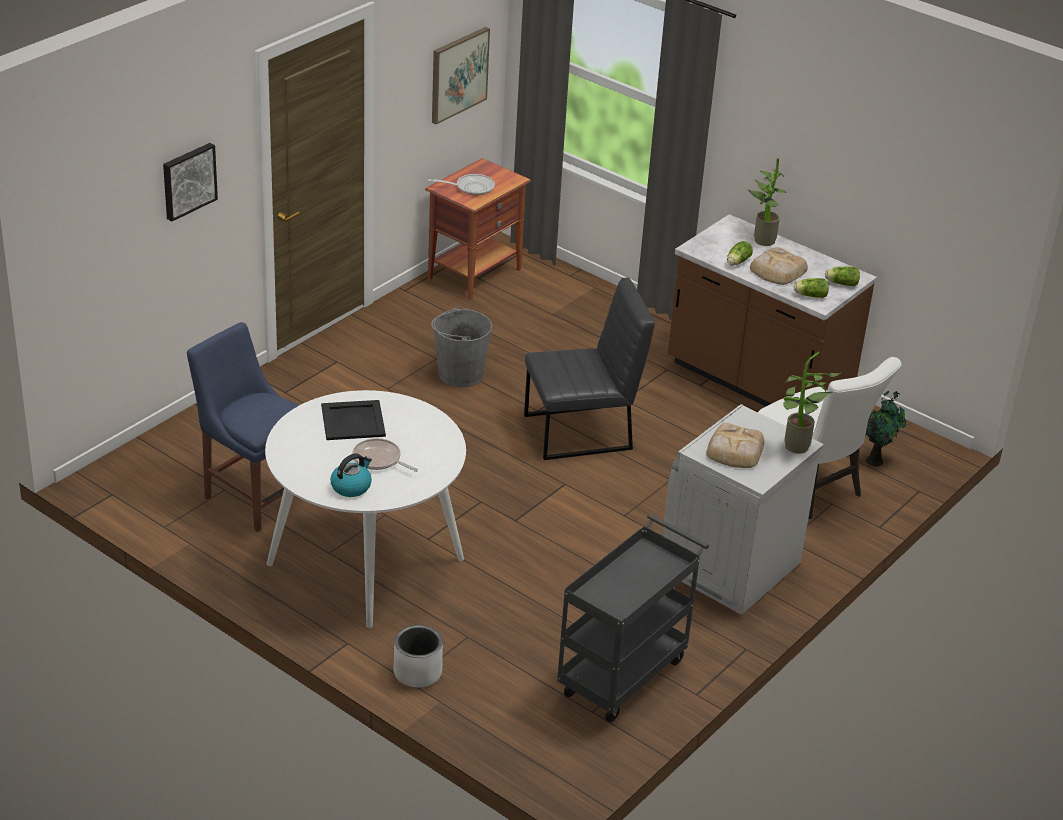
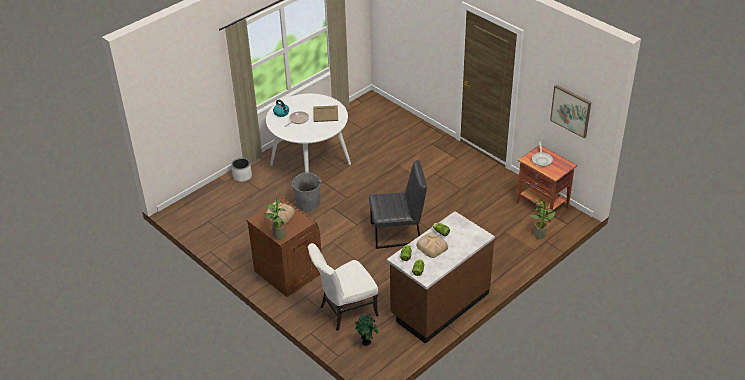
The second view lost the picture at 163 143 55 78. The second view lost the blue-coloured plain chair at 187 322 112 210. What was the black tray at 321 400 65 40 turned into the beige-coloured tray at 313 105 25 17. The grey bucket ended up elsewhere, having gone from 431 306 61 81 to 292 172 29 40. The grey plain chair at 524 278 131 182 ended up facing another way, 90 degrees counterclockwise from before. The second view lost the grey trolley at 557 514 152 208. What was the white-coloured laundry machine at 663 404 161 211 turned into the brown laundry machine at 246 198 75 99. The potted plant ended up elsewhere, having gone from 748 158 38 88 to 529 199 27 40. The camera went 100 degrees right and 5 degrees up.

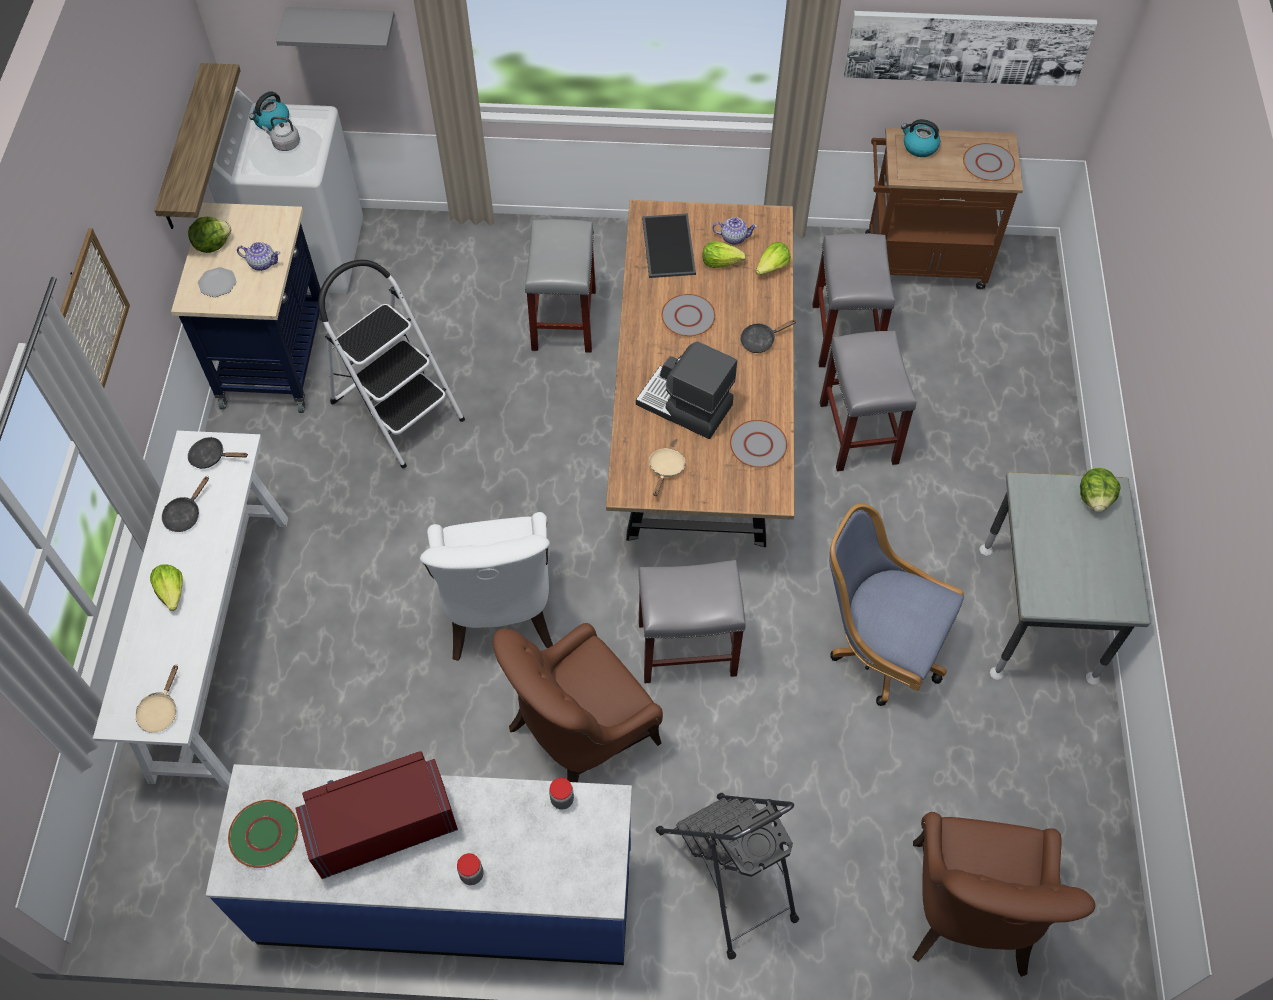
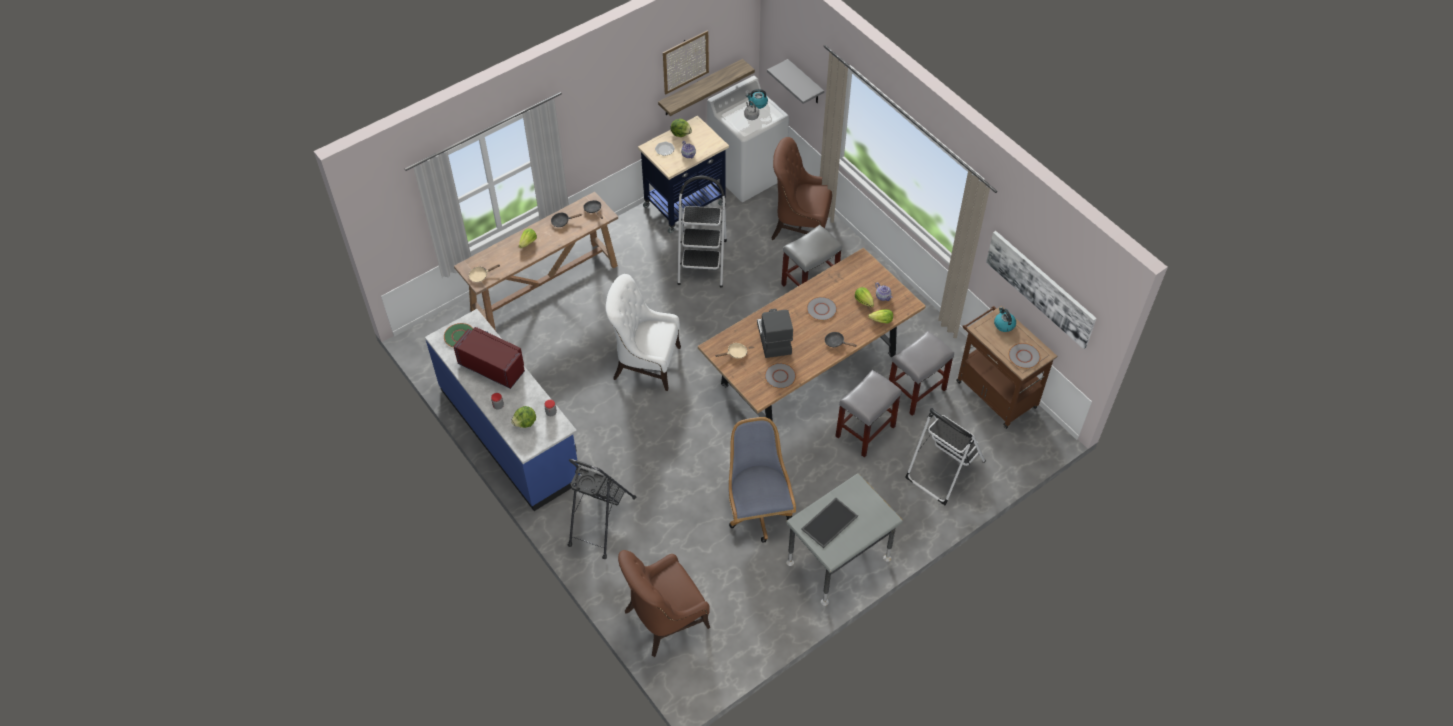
The picture ended up elsewhere, having gone from 60 228 70 160 to 663 30 46 65. What was the white-coloured narrow table at 93 431 195 357 turned into the brown narrow table at 454 192 164 139. The white-coloured plain chair at 420 512 133 149 ended up facing another way, 60 degrees clockwise from before. The brown plain chair ended up elsewhere, having gone from 493 623 170 159 to 772 137 60 103. The second view lost the grey stool at 638 560 108 123. The tray ended up elsewhere, having gone from 642 213 54 65 to 801 498 57 50. The lettuce ended up elsewhere, having gone from 1080 468 41 44 to 511 406 25 22. The second view gained the stepladder at 905 408 81 97. The camera went 50 degrees right and 5 degrees down.

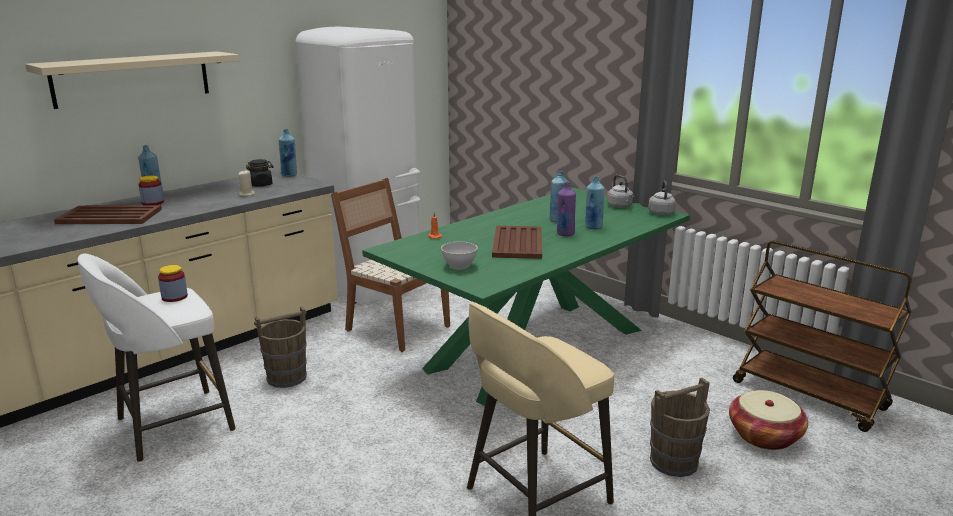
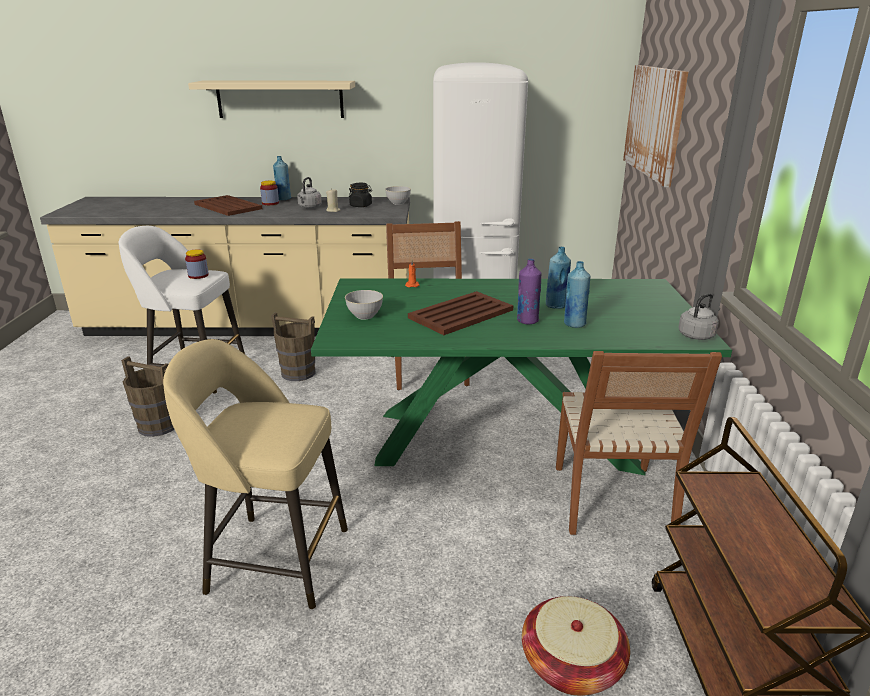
Where the blue-coloured beverage bottle stood at 279 129 18 47, the grey bowl came to stand at 385 186 26 19. The grey water kettle ended up elsewhere, having gone from 607 175 27 33 to 297 177 25 32. The brown bucket ended up elsewhere, having gone from 650 378 60 99 to 121 356 53 81. The second view gained the plain chair at 556 351 166 184. The second view gained the picture at 623 65 65 122. The camera went 45 degrees right and 5 degrees up.

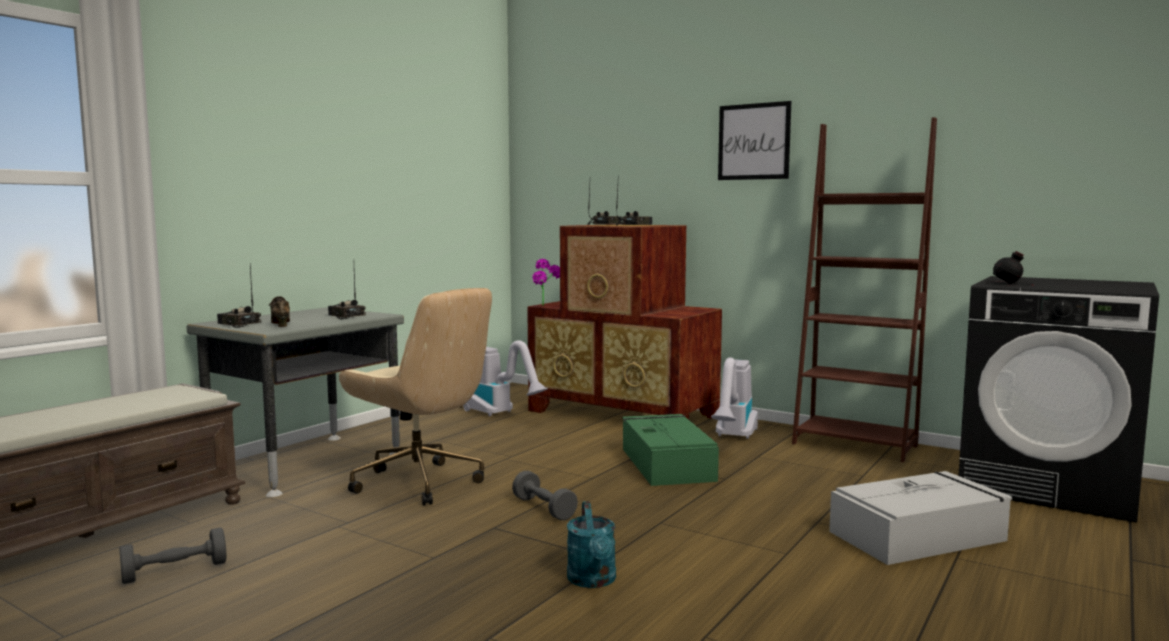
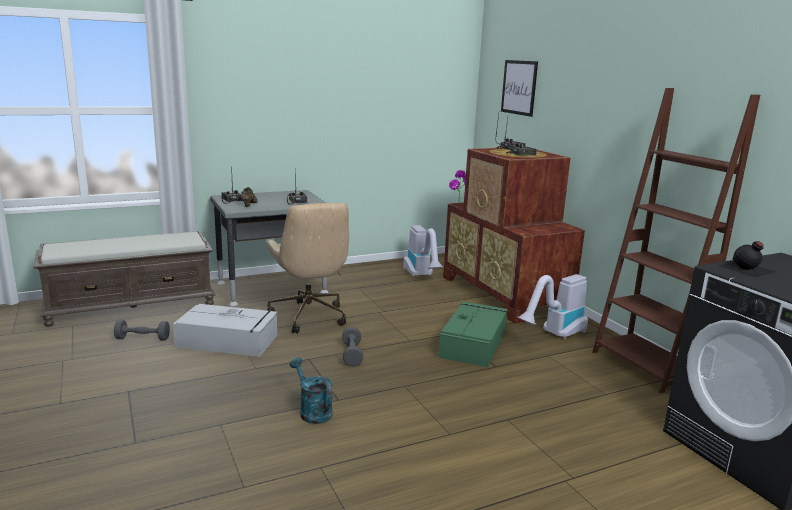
The blue-green watering can at 567 501 49 87 ended up facing another way, 120 degrees clockwise from before. The picture ended up elsewhere, having gone from 718 101 73 79 to 501 60 37 57. The grey storage box ended up elsewhere, having gone from 829 471 183 94 to 173 304 105 53. The camera went 30 degrees right and 10 degrees up.

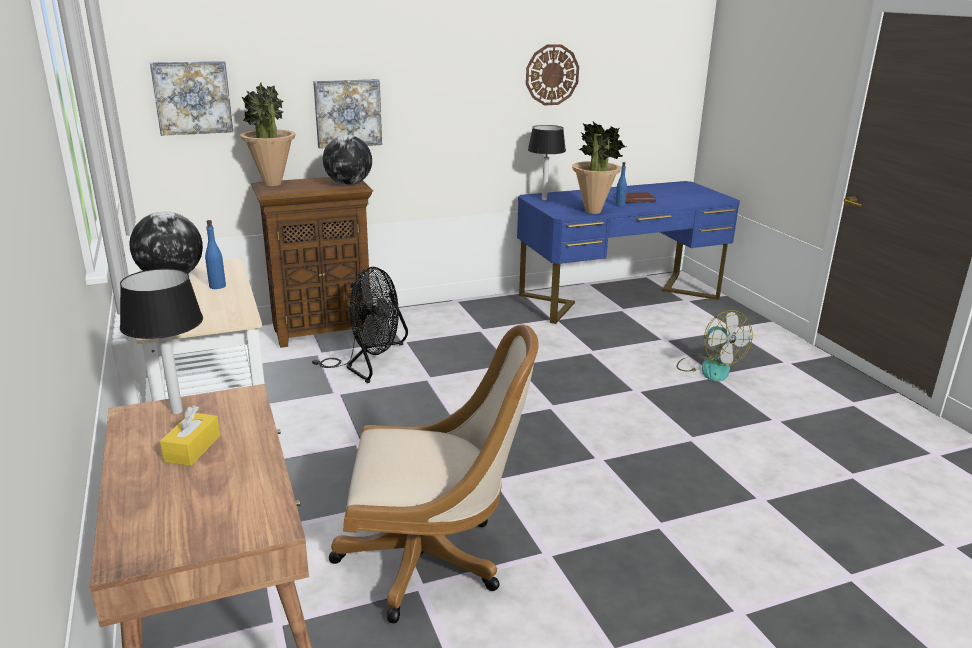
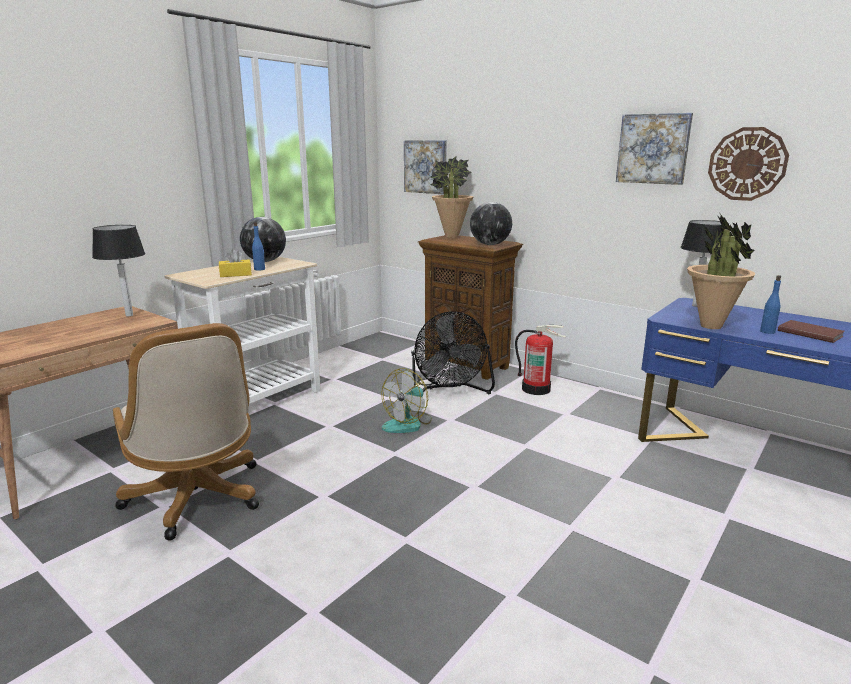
The yellow tissue holder ended up elsewhere, having gone from 160 405 60 61 to 219 249 33 28. The picture ended up elsewhere, having gone from 313 79 69 70 to 616 113 77 72. The electric fan ended up elsewhere, having gone from 677 310 76 71 to 381 368 51 65. The second view gained the extinguisher at 515 325 51 70. The camera went 60 degrees right and 5 degrees down.

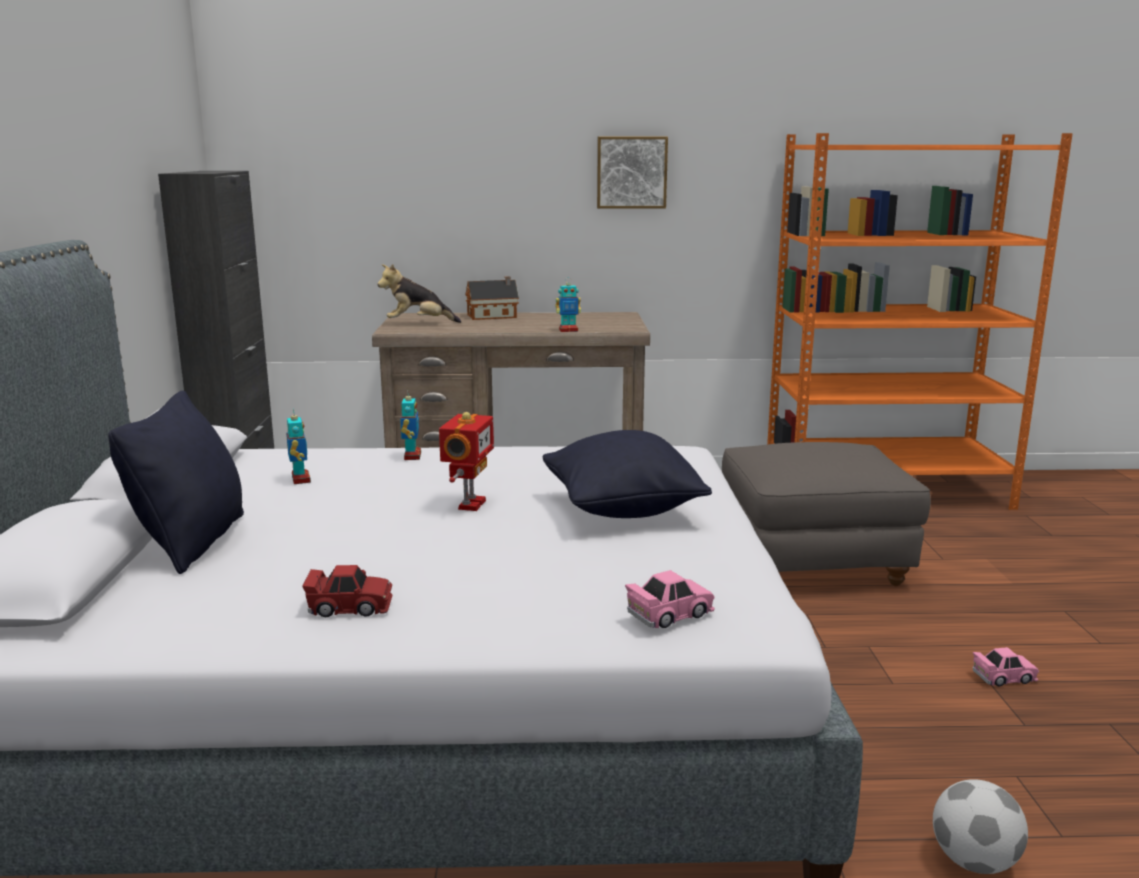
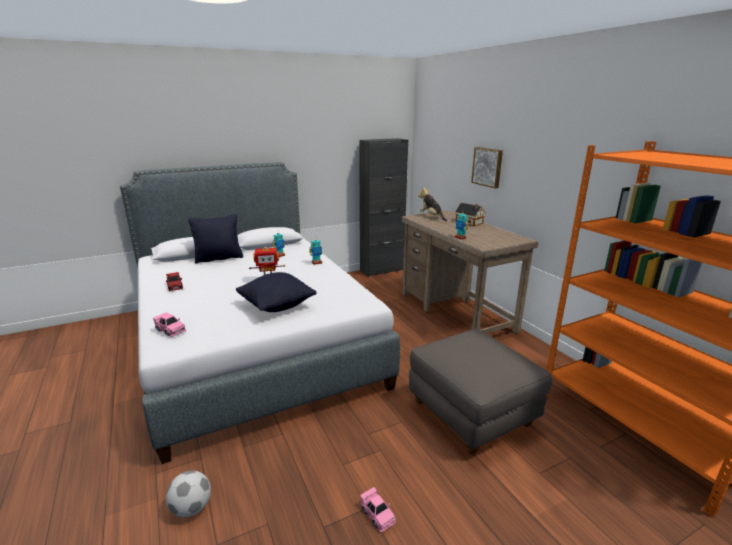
The picture ended up elsewhere, having gone from 597 137 71 72 to 471 147 32 41. The camera went 65 degrees right and 5 degrees up.

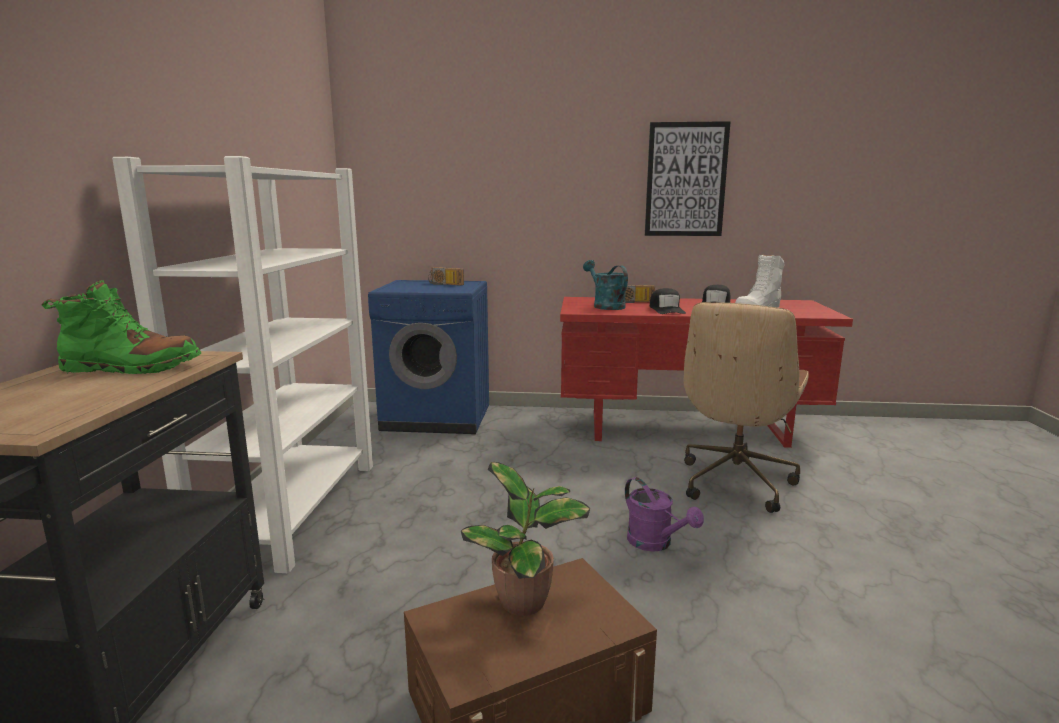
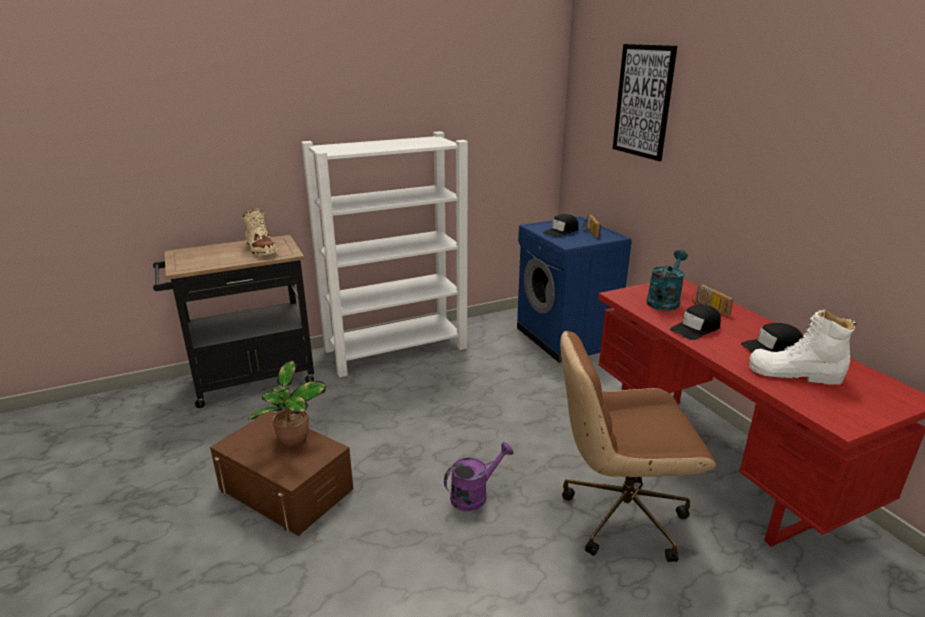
What was the greenish boot at 42 280 159 94 turned into the beige-coloured boot at 241 209 37 48. The purple watering can at 625 477 79 75 ended up facing another way, 150 degrees counterclockwise from before. The picture ended up elsewhere, having gone from 645 121 86 115 to 613 44 64 117. The second view gained the black cap at 543 214 35 23. The camera went 60 degrees right and 10 degrees up.

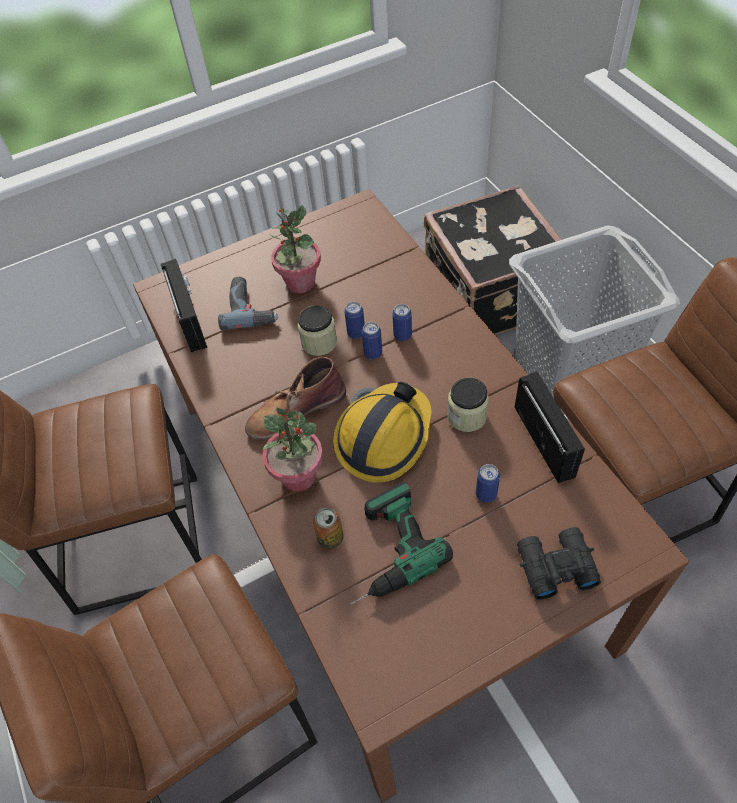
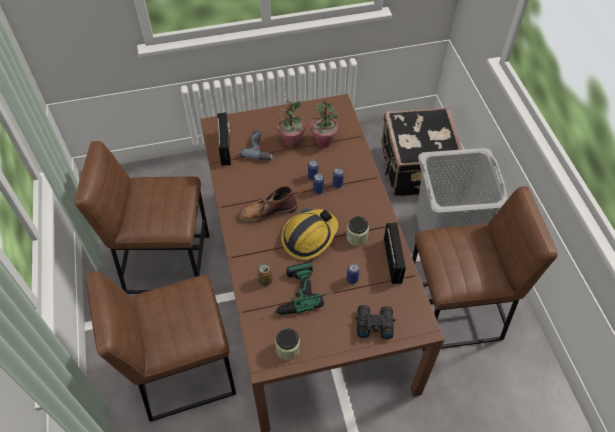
The potted plant ended up elsewhere, having gone from 262 408 61 83 to 311 100 27 47. The jar ended up elsewhere, having gone from 298 305 39 51 to 275 328 25 32. The camera went 10 degrees right and 0 degrees up.

